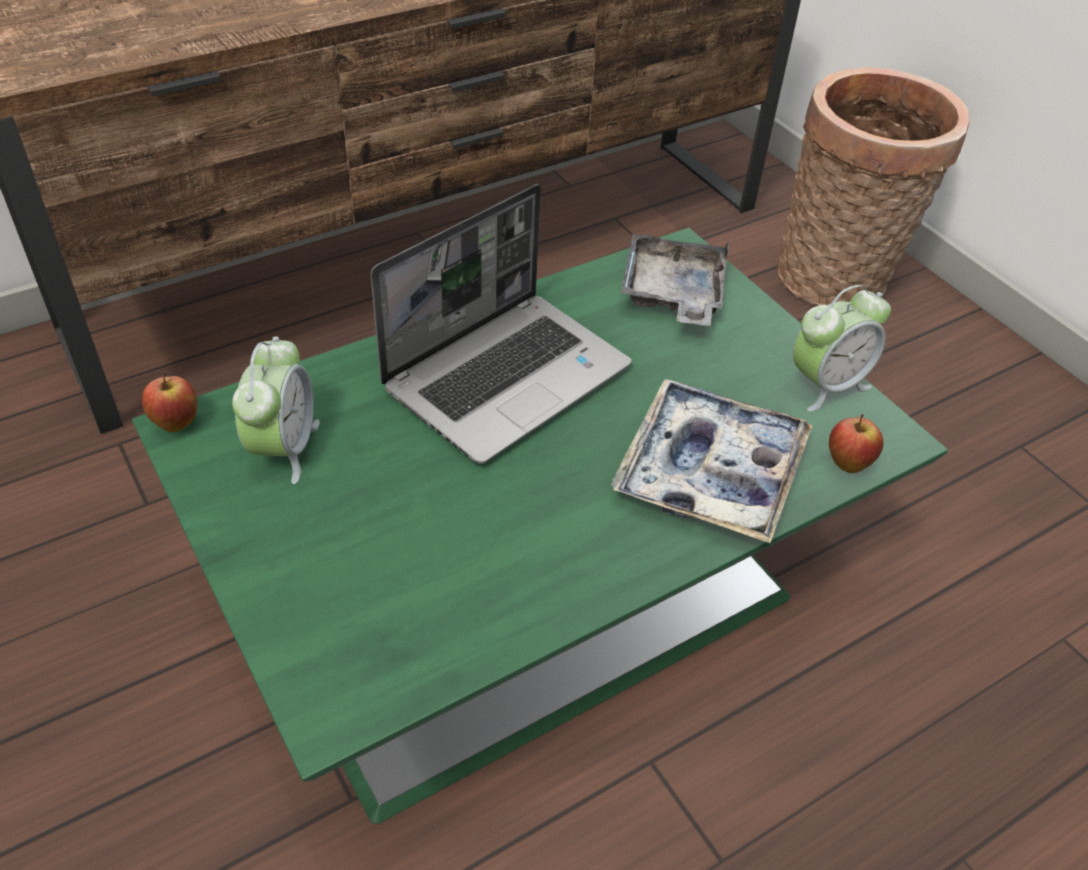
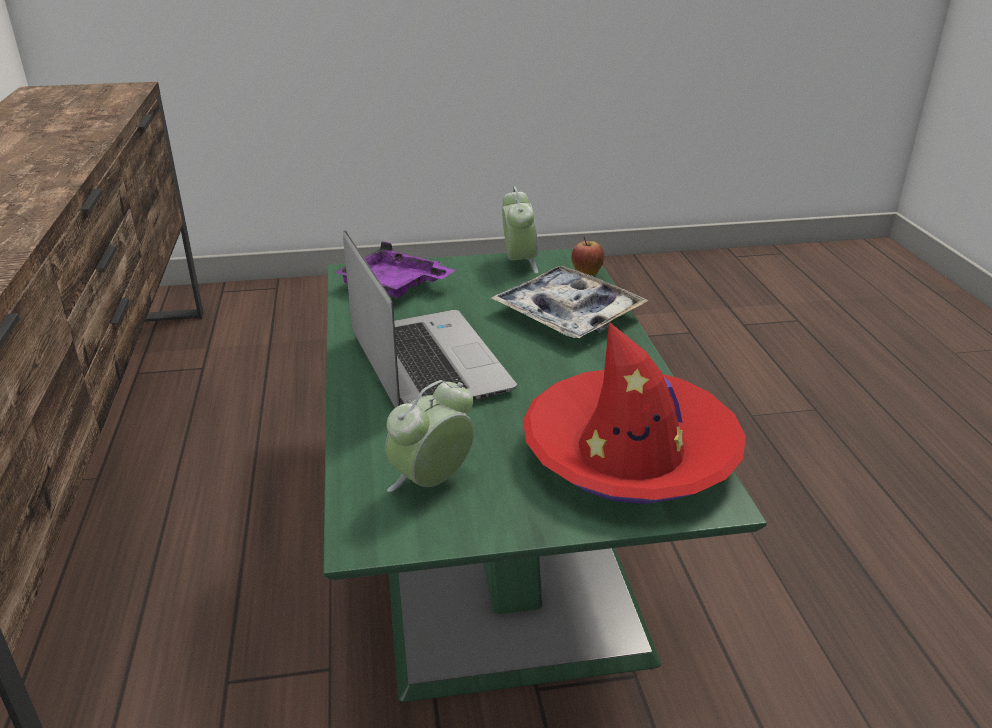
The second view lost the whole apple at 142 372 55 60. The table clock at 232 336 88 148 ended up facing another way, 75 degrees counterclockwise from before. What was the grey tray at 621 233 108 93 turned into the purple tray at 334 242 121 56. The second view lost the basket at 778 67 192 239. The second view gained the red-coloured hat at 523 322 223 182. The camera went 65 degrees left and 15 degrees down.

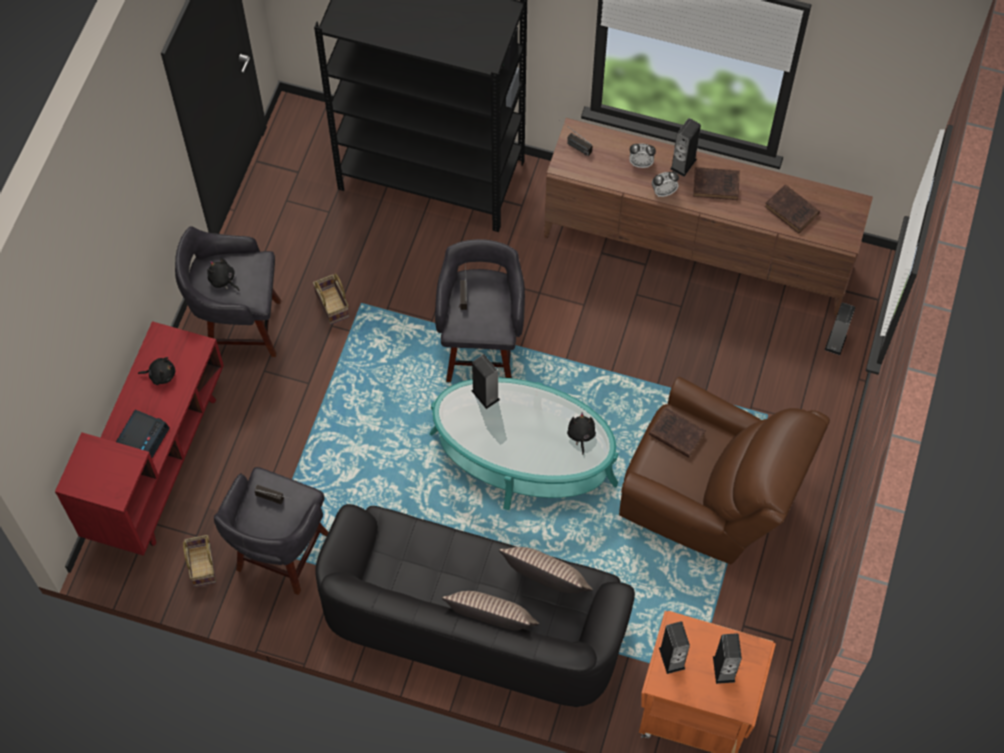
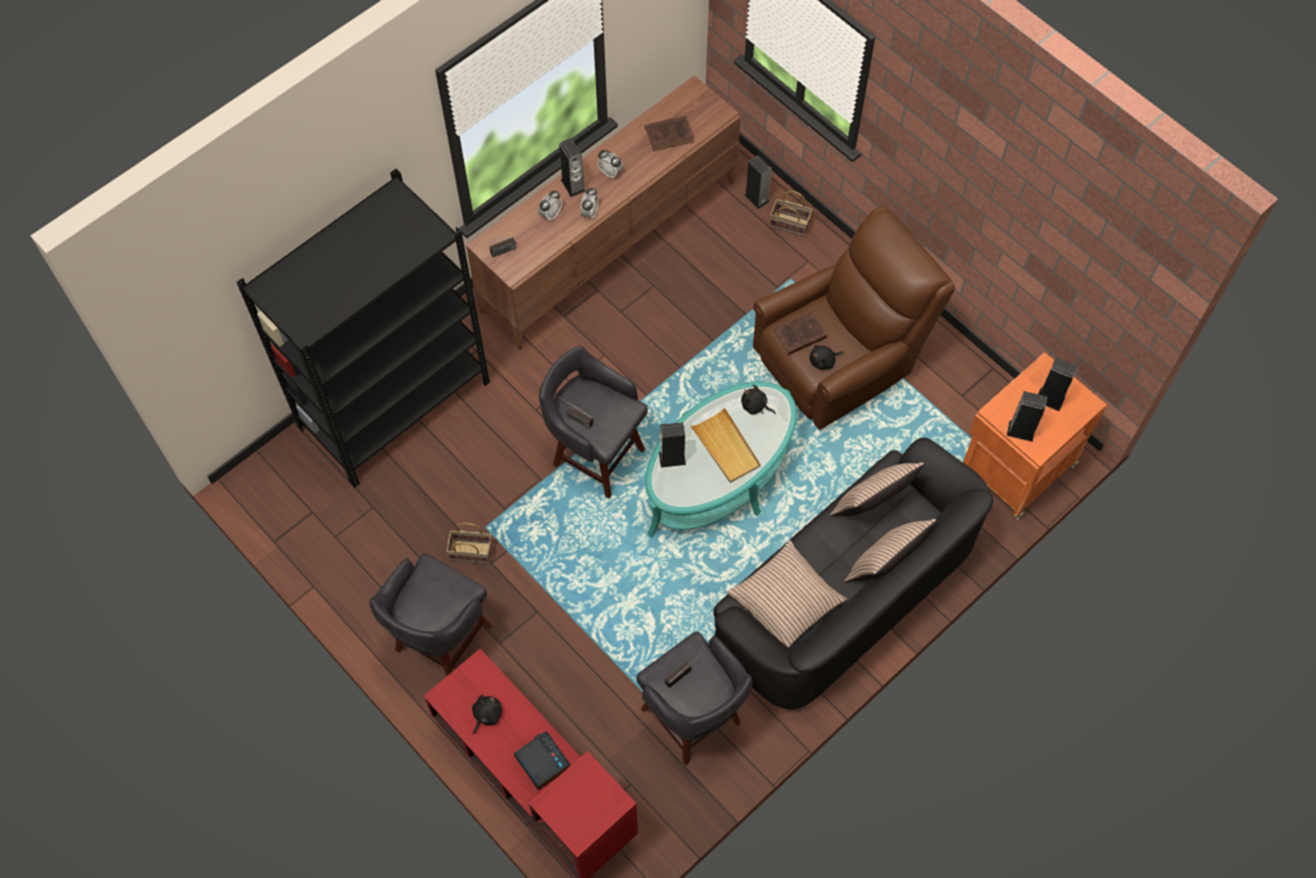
The basket ended up elsewhere, having gone from 183 535 33 52 to 770 191 42 46. The black plush toy ended up elsewhere, having gone from 207 258 33 33 to 810 345 34 25. Where the brown bound book stood at 693 167 47 33, the table clock came to stand at 597 150 26 28. The second view gained the beige-coloured tray at 691 407 69 76. The second view gained the pillow at 727 540 120 108. The camera went 60 degrees left and 0 degrees up.

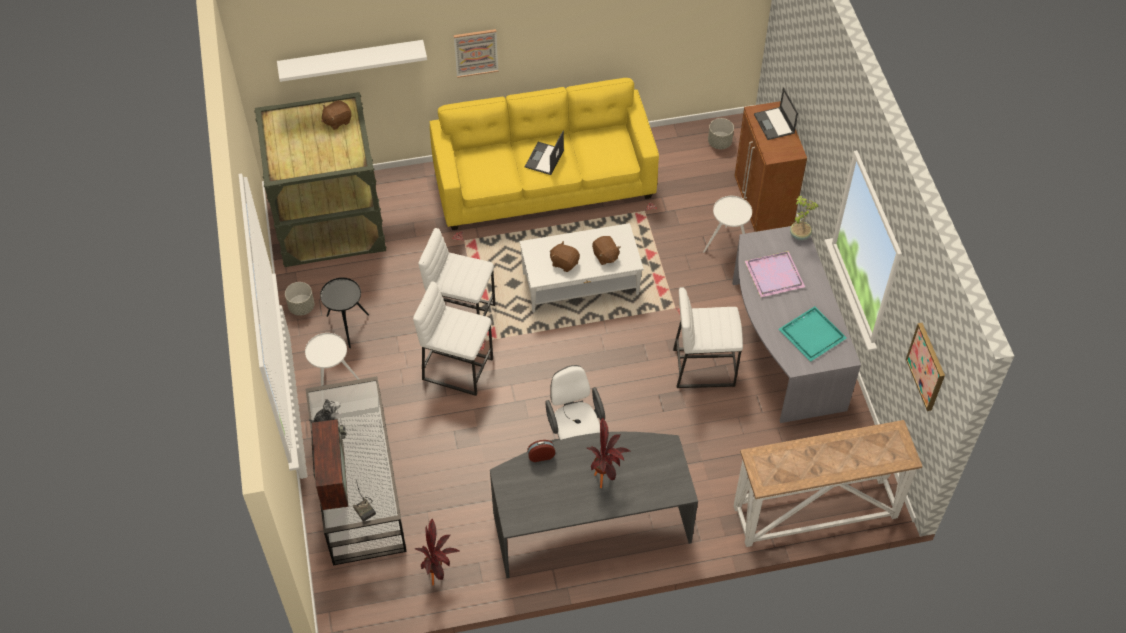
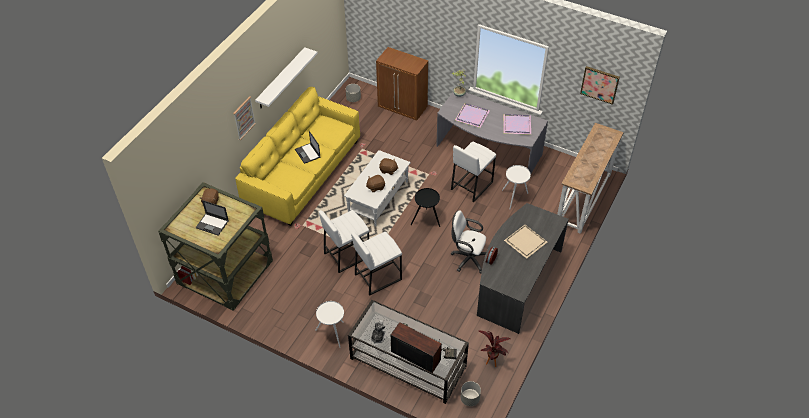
The white-coloured bracket shelf ended up elsewhere, having gone from 277 40 150 42 to 255 47 63 61. The grey plant pot ended up elsewhere, having gone from 285 282 30 34 to 460 381 21 25. The black accent table ended up elsewhere, having gone from 320 277 49 71 to 411 188 29 39. Where the potted plant stood at 587 418 43 70, the beige-coloured tray came to stand at 504 225 43 34. The white-coloured accent table ended up elsewhere, having gone from 703 196 49 56 to 502 165 29 44. The laptop ended up elsewhere, having gone from 754 87 44 53 to 196 200 33 36. What was the blue-green tray at 779 306 68 56 turned into the purple tray at 503 114 28 21. The camera went 50 degrees left and 5 degrees down.

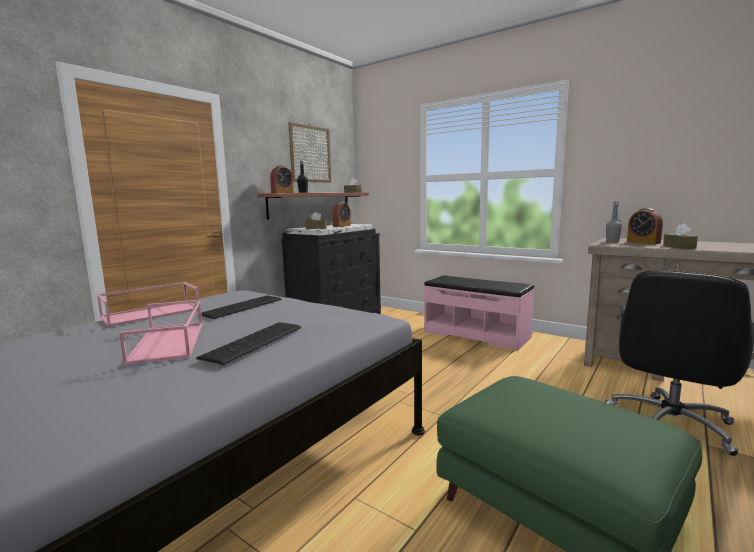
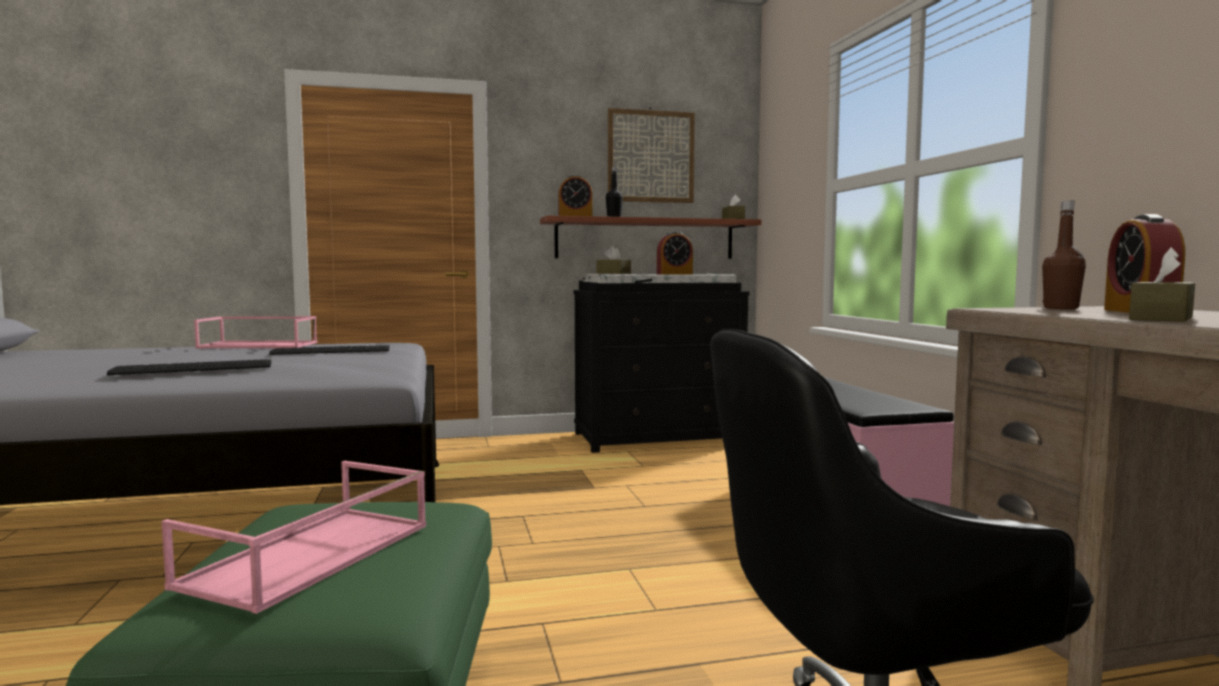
The pink tray ended up elsewhere, having gone from 119 300 84 65 to 161 461 265 153. What was the grey beverage bottle at 606 202 16 41 turned into the brown beverage bottle at 1042 200 44 109. The camera went 40 degrees right and 5 degrees down.

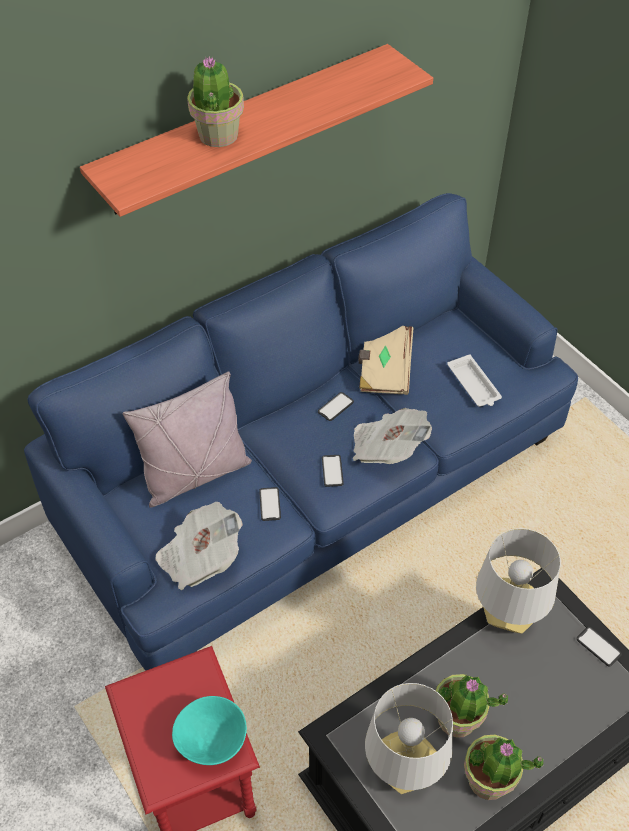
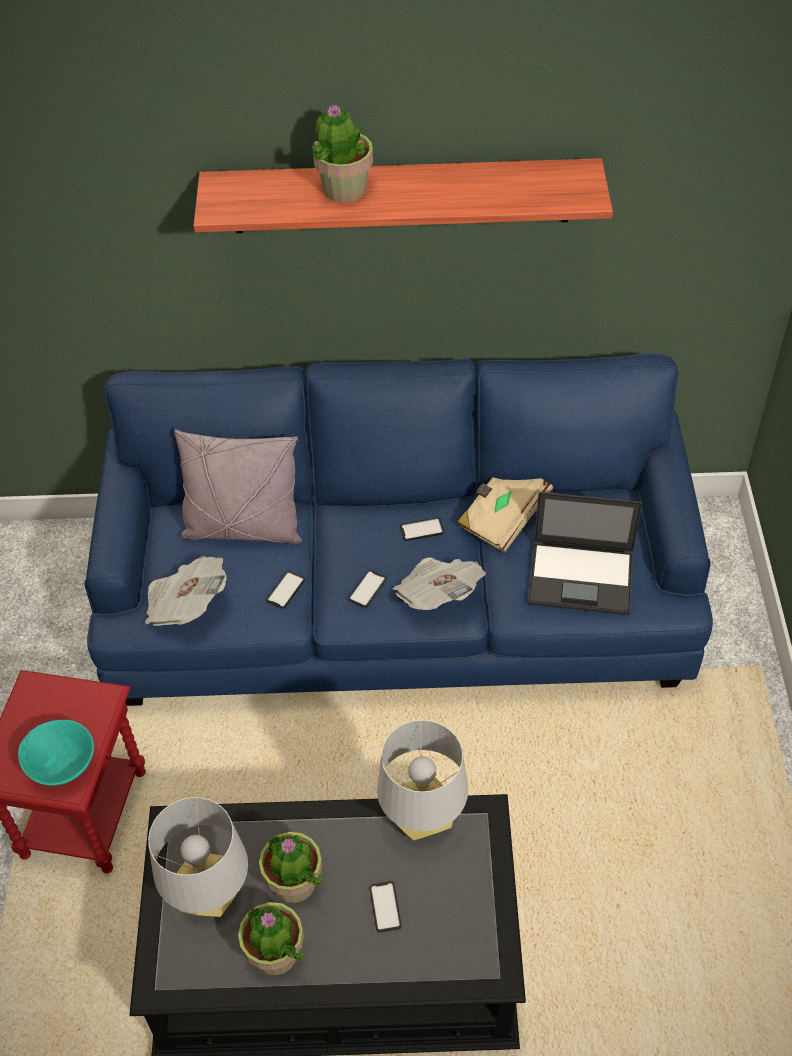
Where the white-coloured tray stood at 447 354 55 53, the laptop came to stand at 527 492 115 123. The telephone ended up elsewhere, having gone from 577 627 45 40 to 370 881 32 51. The camera went 35 degrees right and 0 degrees up.

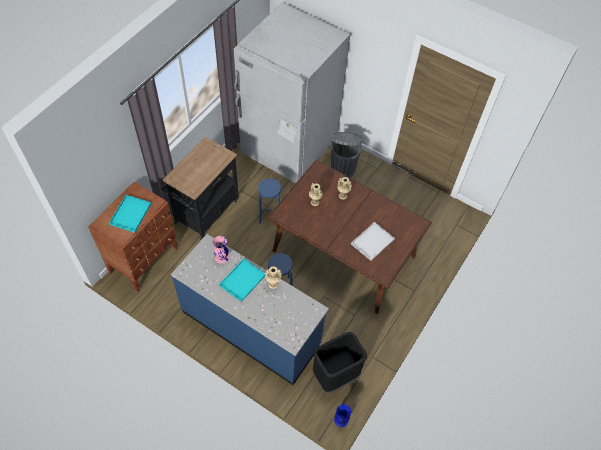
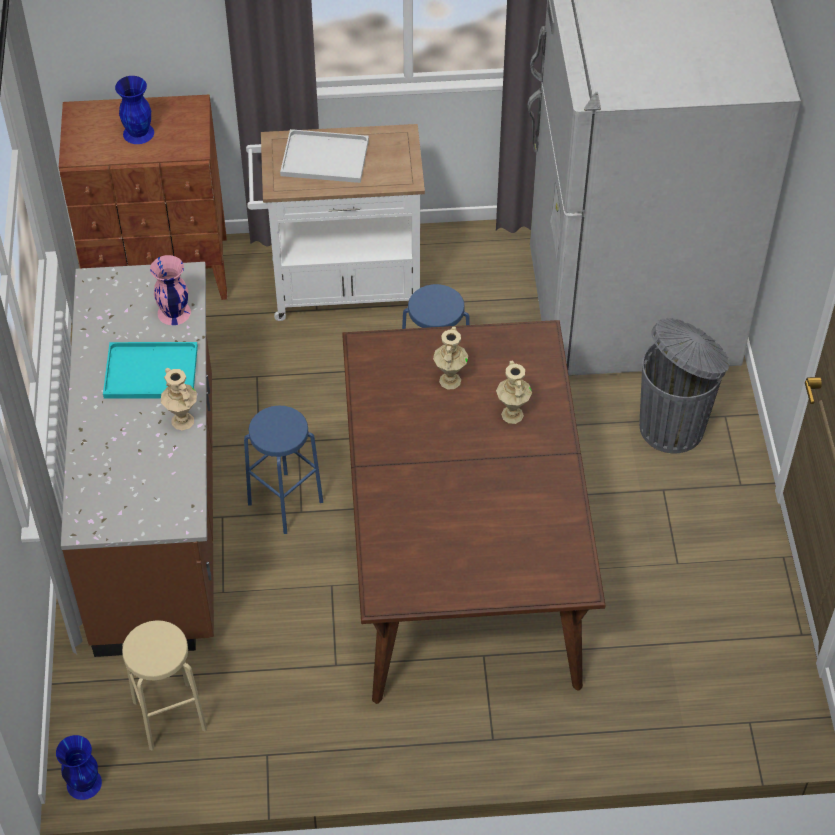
Where the blue-green tray stood at 109 195 42 38, the blue-coloured flower vase came to stand at 115 76 39 68. What was the black trolley at 161 137 78 103 turned into the white-coloured trolley at 246 124 179 197. What was the blue-coloured kitchen counter at 171 234 158 151 turned into the brown kitchen counter at 61 262 153 395. Where the black waste bin stood at 313 332 54 62, the beige-coloured stool came to stand at 122 620 85 130. The white-coloured tray ended up elsewhere, having gone from 351 222 44 39 to 280 129 89 54. The camera went 55 degrees right and 5 degrees down.

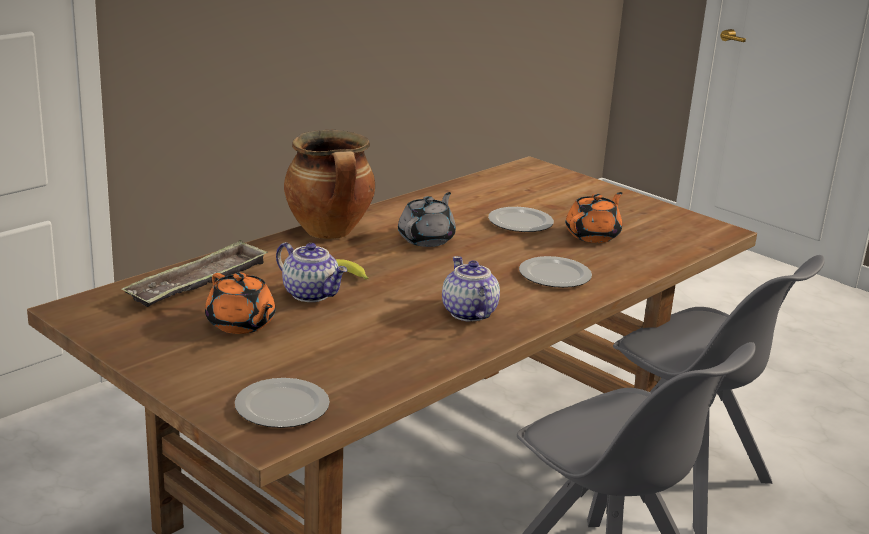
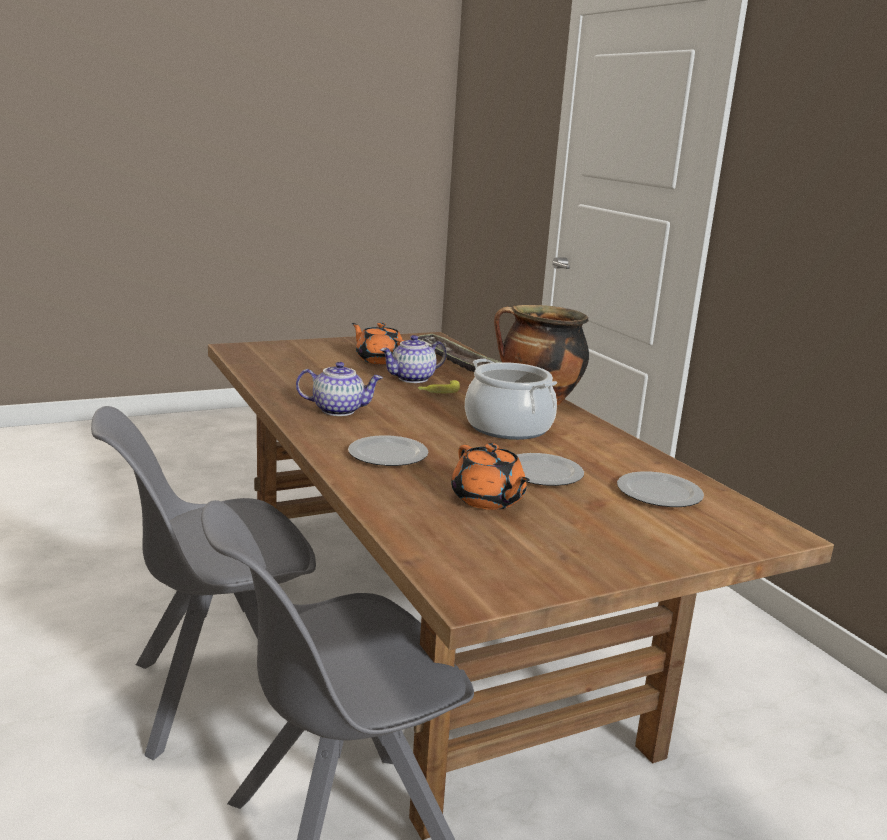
The orangey teapot at 205 273 70 61 ended up facing another way, 60 degrees clockwise from before. The dinner plate ended up elsewhere, having gone from 235 378 95 50 to 617 471 87 36. Where the grey teapot stood at 398 192 58 55, the cooking pot came to stand at 465 359 92 81. The camera went 110 degrees right and 5 degrees down.

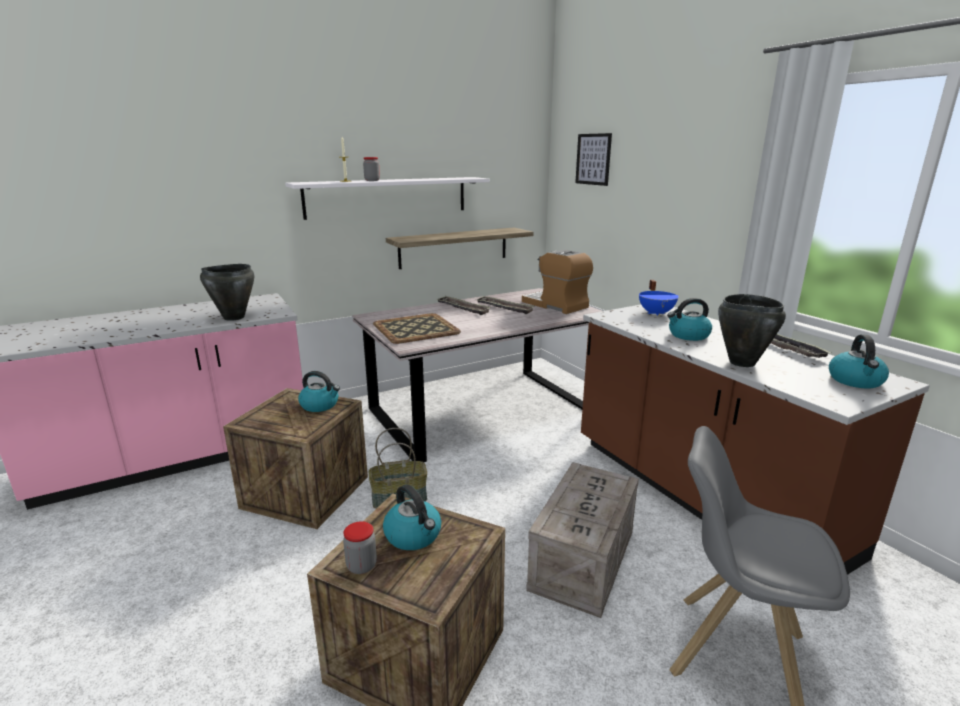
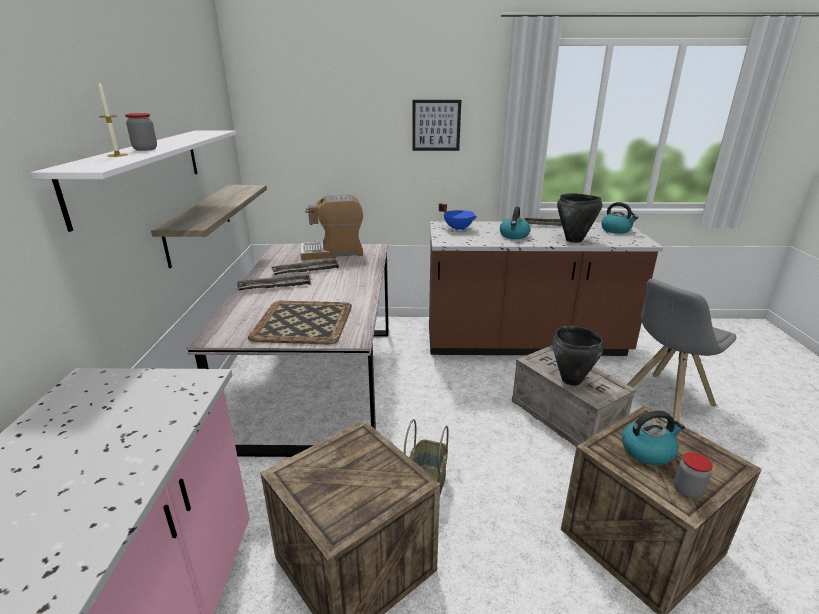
The black cooking pot ended up elsewhere, having gone from 200 264 54 57 to 552 326 52 60. The second view lost the water kettle at 298 371 42 41. The picture ended up elsewhere, having gone from 575 133 37 53 to 412 100 49 51. The camera went 60 degrees left and 5 degrees up.

